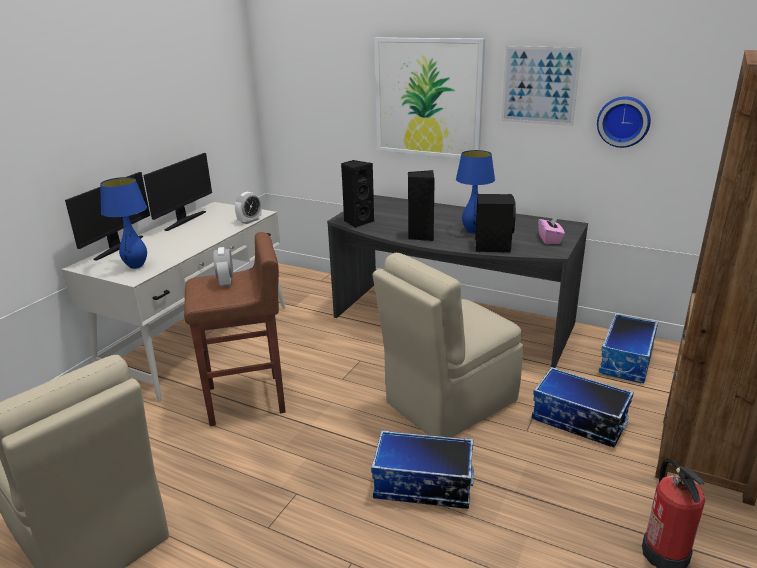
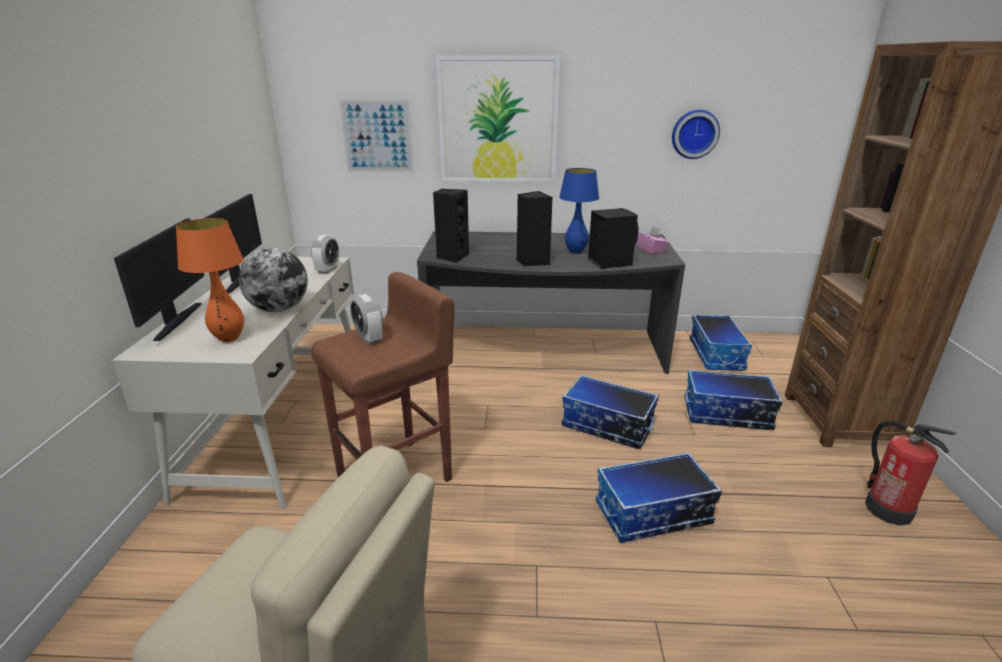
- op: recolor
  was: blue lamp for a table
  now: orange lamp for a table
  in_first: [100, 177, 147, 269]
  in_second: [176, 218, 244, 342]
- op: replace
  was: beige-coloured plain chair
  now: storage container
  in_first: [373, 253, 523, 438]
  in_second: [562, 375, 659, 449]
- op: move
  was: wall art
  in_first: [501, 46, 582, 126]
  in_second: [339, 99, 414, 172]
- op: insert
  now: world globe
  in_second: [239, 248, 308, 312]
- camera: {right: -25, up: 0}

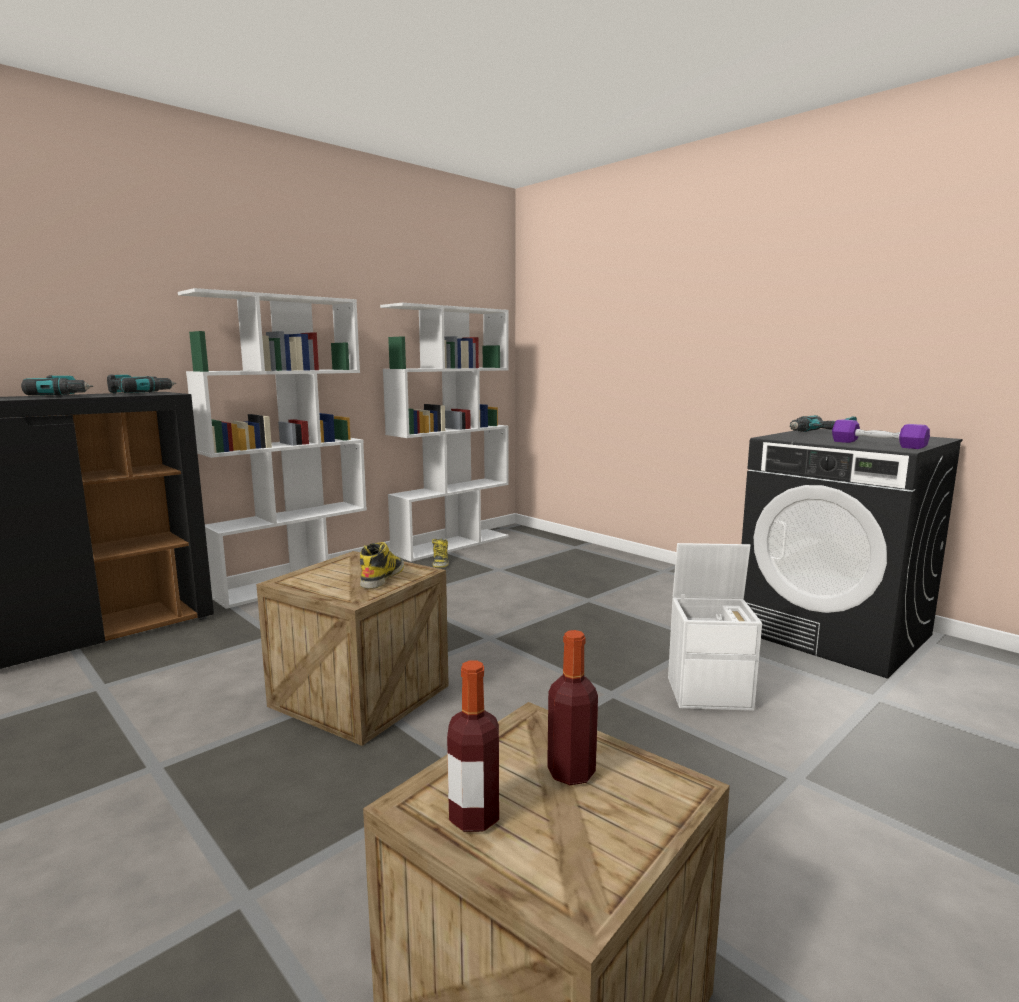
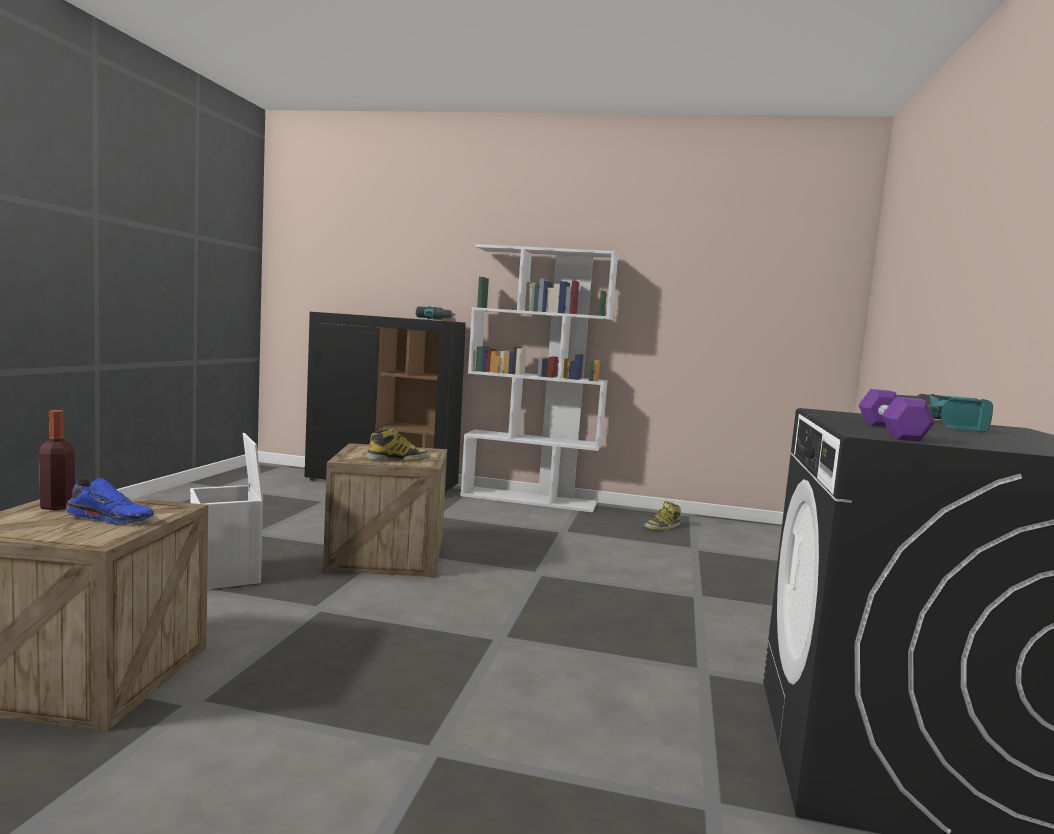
- op: delete
  was: electric drill
  in_first: [21, 375, 93, 395]
- op: delete
  was: white bookshelf
  in_first: [380, 303, 509, 562]
- op: replace
  was: bottle
  now: blue item of footwear
  in_first: [547, 630, 598, 785]
  in_second: [65, 478, 154, 525]
- op: move
  was: white storage container
  in_first: [668, 543, 762, 711]
  in_second: [190, 433, 263, 590]
- camera: {right: 55, up: -5}

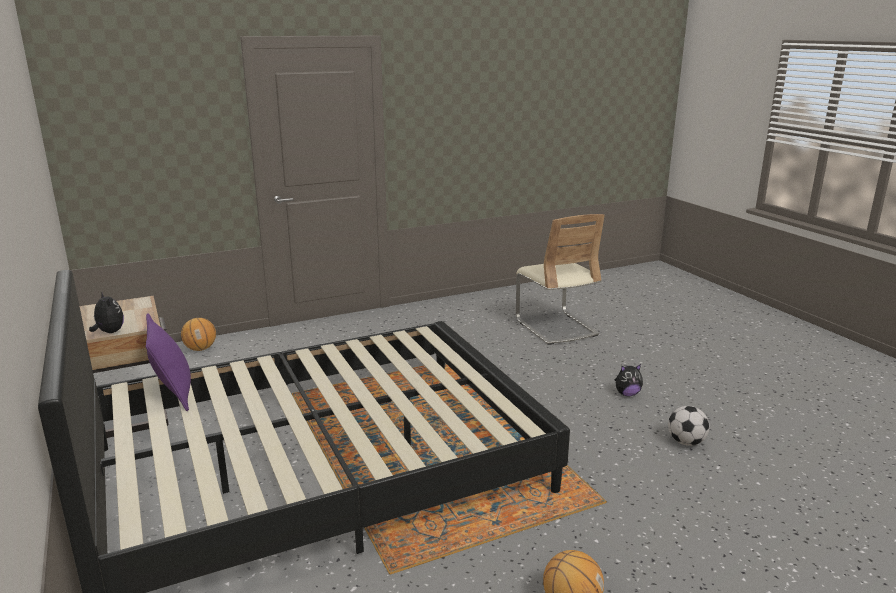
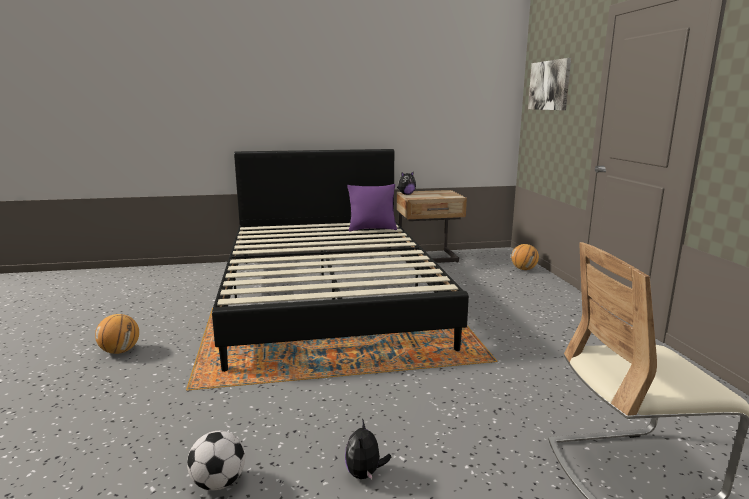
- op: insert
  now: wall art
  in_second: [528, 58, 571, 110]
- camera: {right: 105, up: -5}

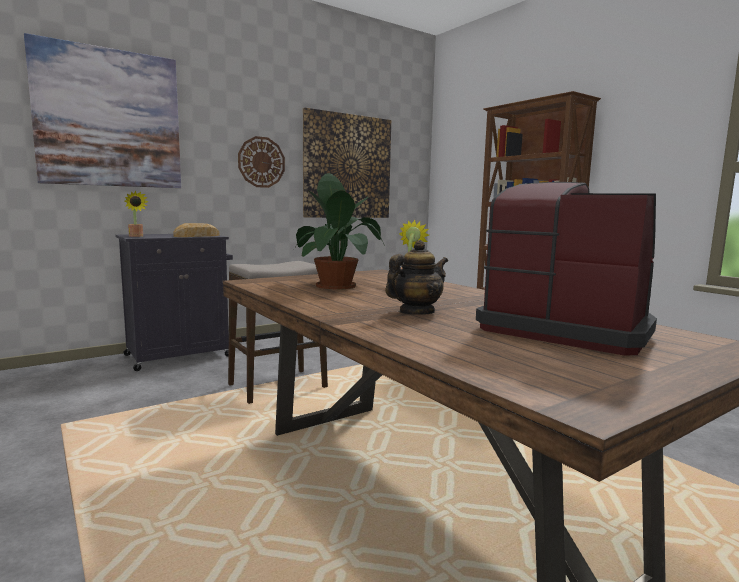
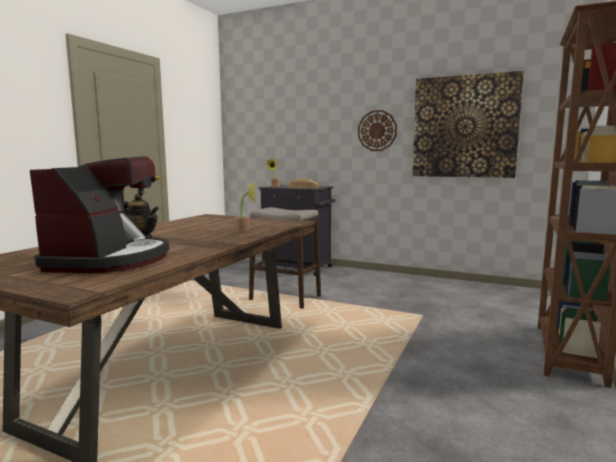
- op: delete
  was: wall art
  in_first: [24, 33, 181, 188]
- op: delete
  was: houseplant
  in_first: [294, 173, 385, 289]
- camera: {right: 60, up: 0}

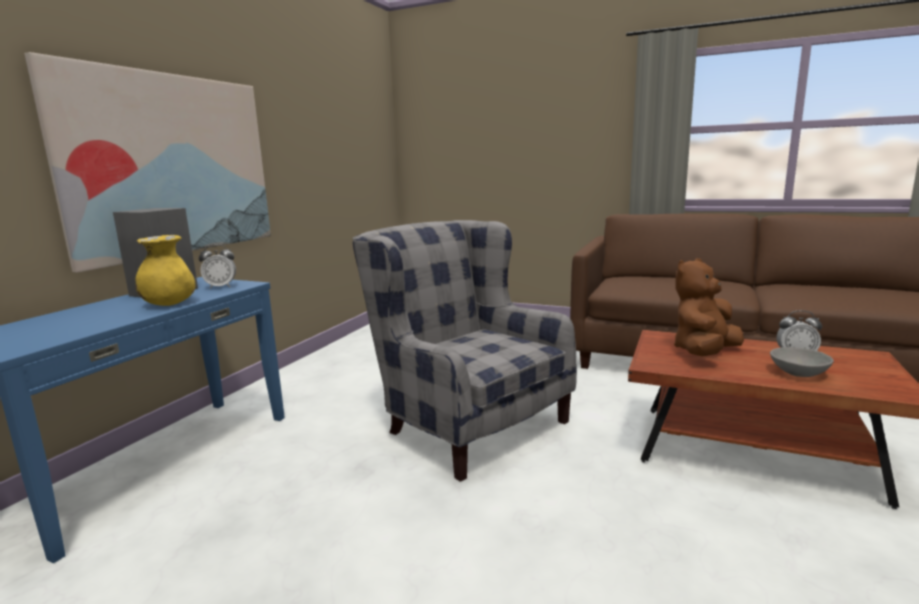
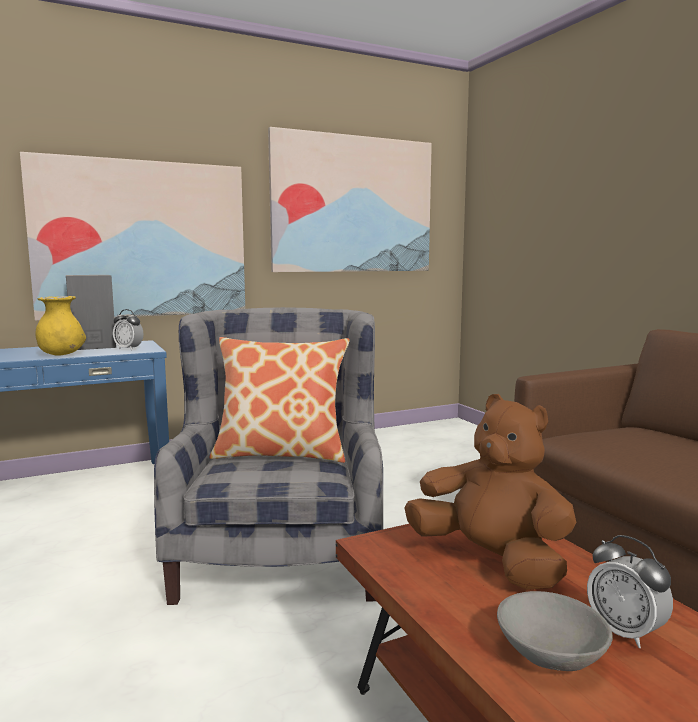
- op: rotate
  was: brown-coloured plush toy
  in_first: [674, 258, 744, 356]
  in_second: [404, 394, 577, 590]
  clockwise: 45
- op: insert
  now: pillow
  in_second: [209, 337, 350, 463]
- op: insert
  now: wall art
  in_second: [268, 127, 432, 272]
- camera: {right: 40, up: -5}

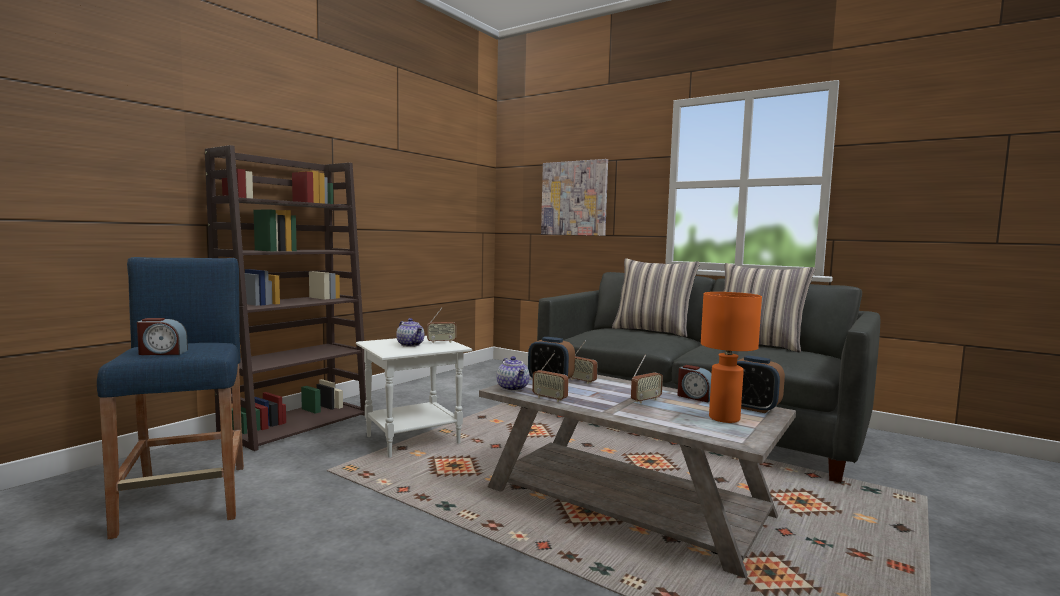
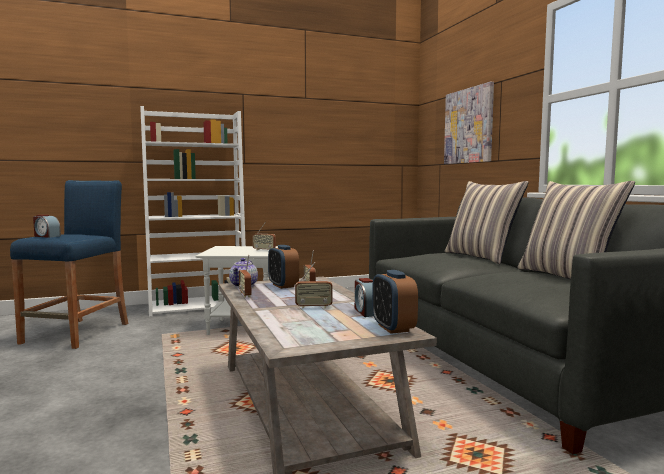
- op: recolor
  was: brown-coloured bookshelf
  now: white bookshelf
  in_first: [205, 145, 366, 451]
  in_second: [140, 106, 246, 317]
- op: delete
  was: tea pot
  in_first: [396, 318, 424, 347]
- op: delete
  was: orange lamp for a table
  in_first: [701, 292, 762, 423]
- camera: {right: 35, up: 0}

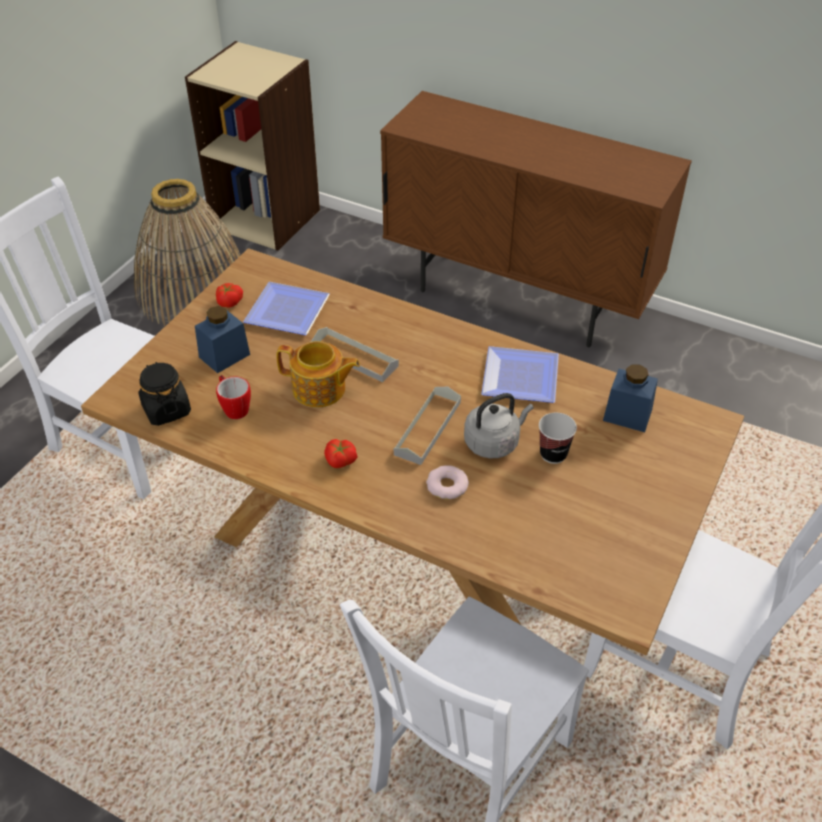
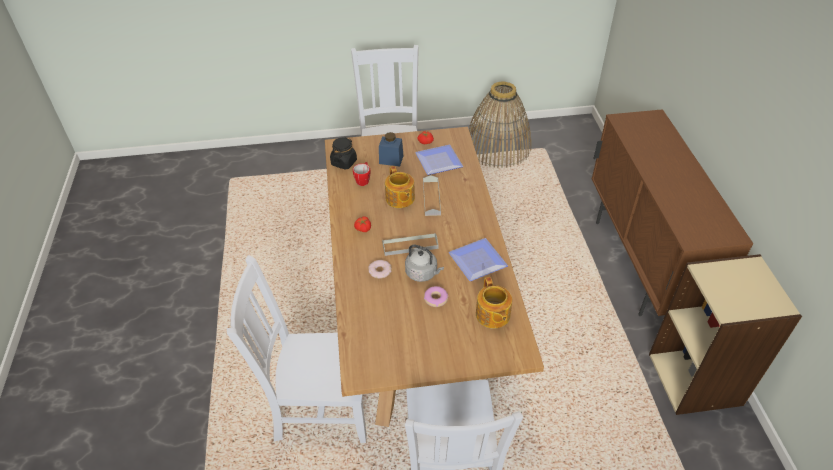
- op: move
  was: beige-coloured bookshelf
  in_first: [185, 41, 320, 251]
  in_second: [649, 254, 802, 415]
- op: replace
  was: drinking cup
  now: doughnut
  in_first: [539, 413, 577, 464]
  in_second: [424, 286, 448, 307]
- op: replace
  was: blue jar
  now: tea pot
  in_first: [603, 365, 658, 432]
  in_second: [476, 276, 512, 329]
- camera: {right: 55, up: 0}

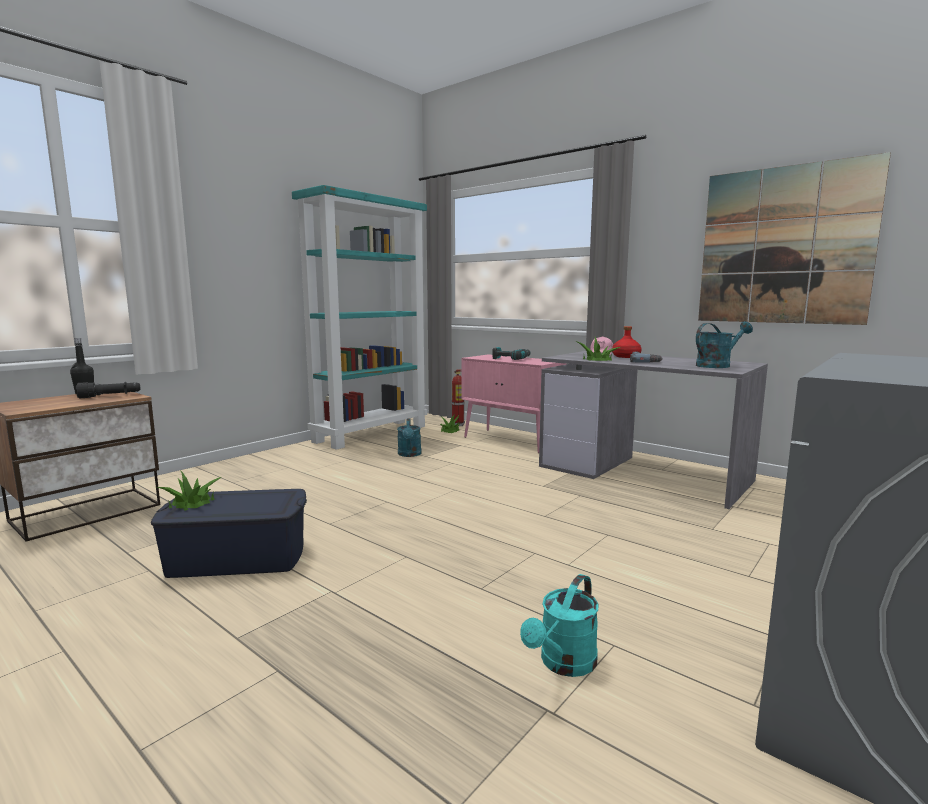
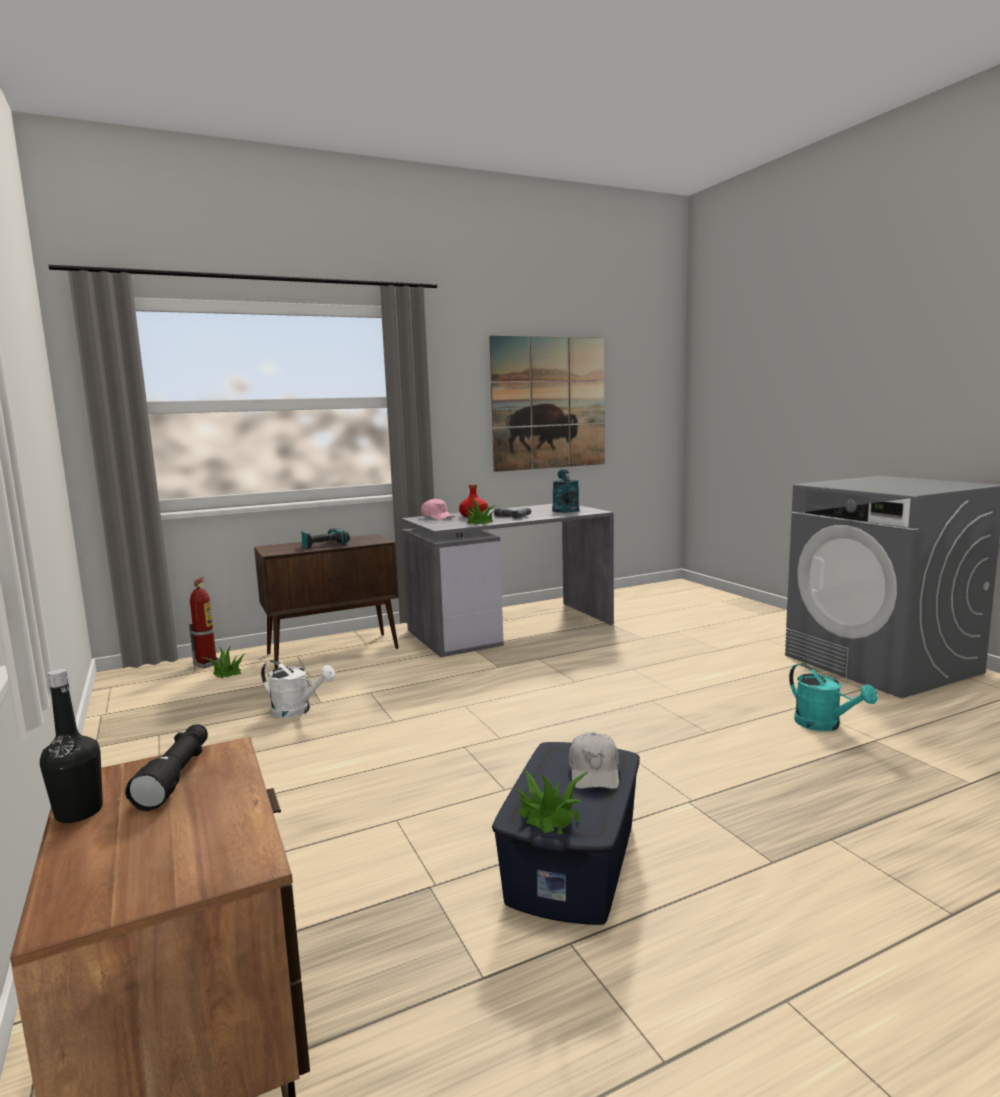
- op: delete
  was: turquoise-coloured bookshelf
  in_first: [292, 185, 427, 450]
- op: recolor
  was: turquoise-coloured sprinkling can
  now: white sprinkling can
  in_first: [397, 418, 422, 457]
  in_second: [261, 660, 336, 718]
- op: recolor
  was: pinkish cabinet
  now: brown-coloured cabinet
  in_first: [461, 354, 566, 453]
  in_second: [254, 534, 399, 669]
- op: insert
  now: white cap
  in_second: [568, 732, 619, 789]
- camera: {right: -65, up: 0}

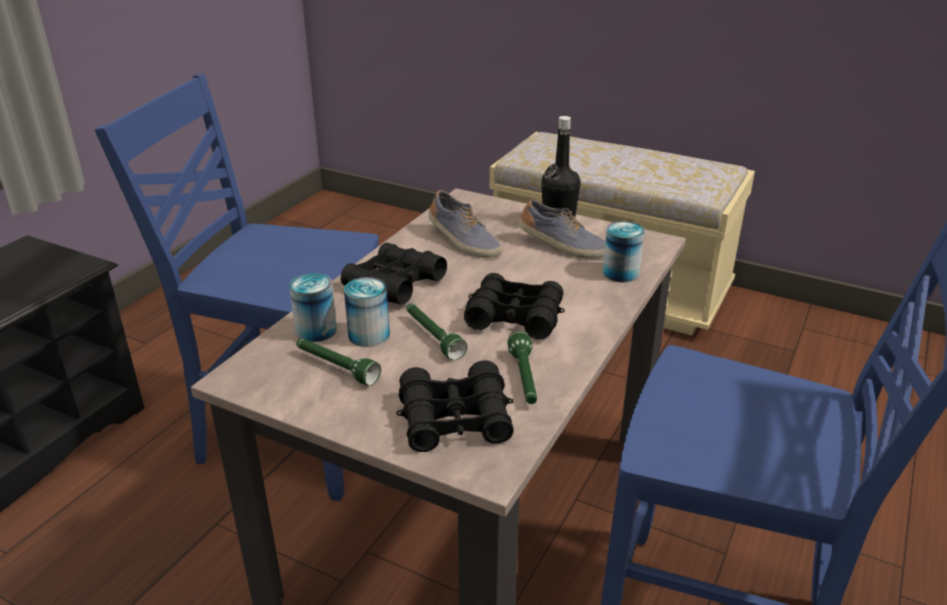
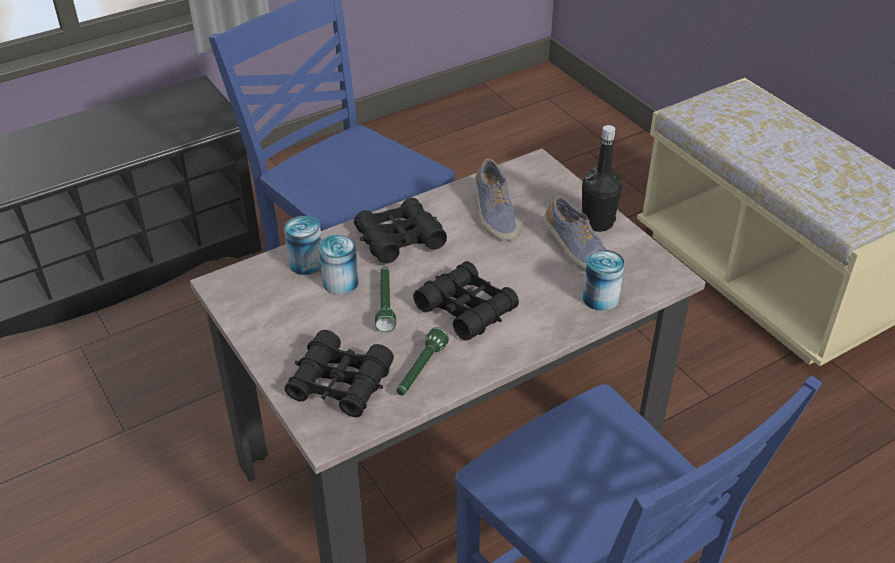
- op: delete
  was: green-coloured hand torch
  in_first: [296, 338, 381, 386]
- camera: {right: 30, up: 10}

